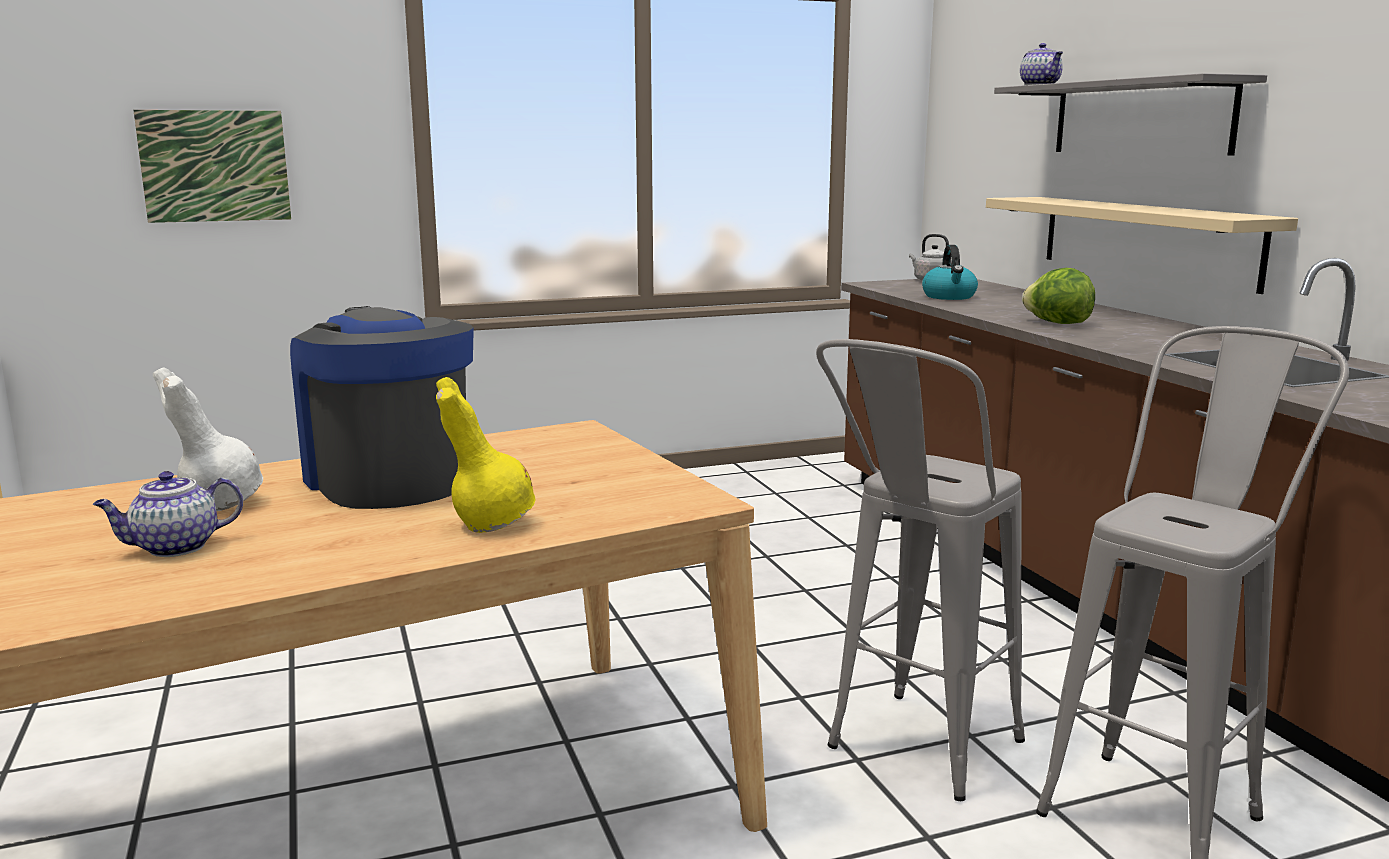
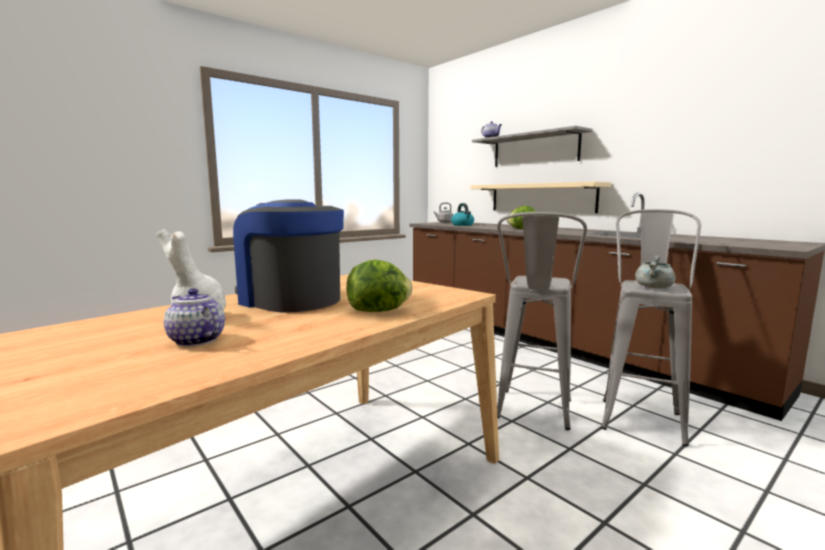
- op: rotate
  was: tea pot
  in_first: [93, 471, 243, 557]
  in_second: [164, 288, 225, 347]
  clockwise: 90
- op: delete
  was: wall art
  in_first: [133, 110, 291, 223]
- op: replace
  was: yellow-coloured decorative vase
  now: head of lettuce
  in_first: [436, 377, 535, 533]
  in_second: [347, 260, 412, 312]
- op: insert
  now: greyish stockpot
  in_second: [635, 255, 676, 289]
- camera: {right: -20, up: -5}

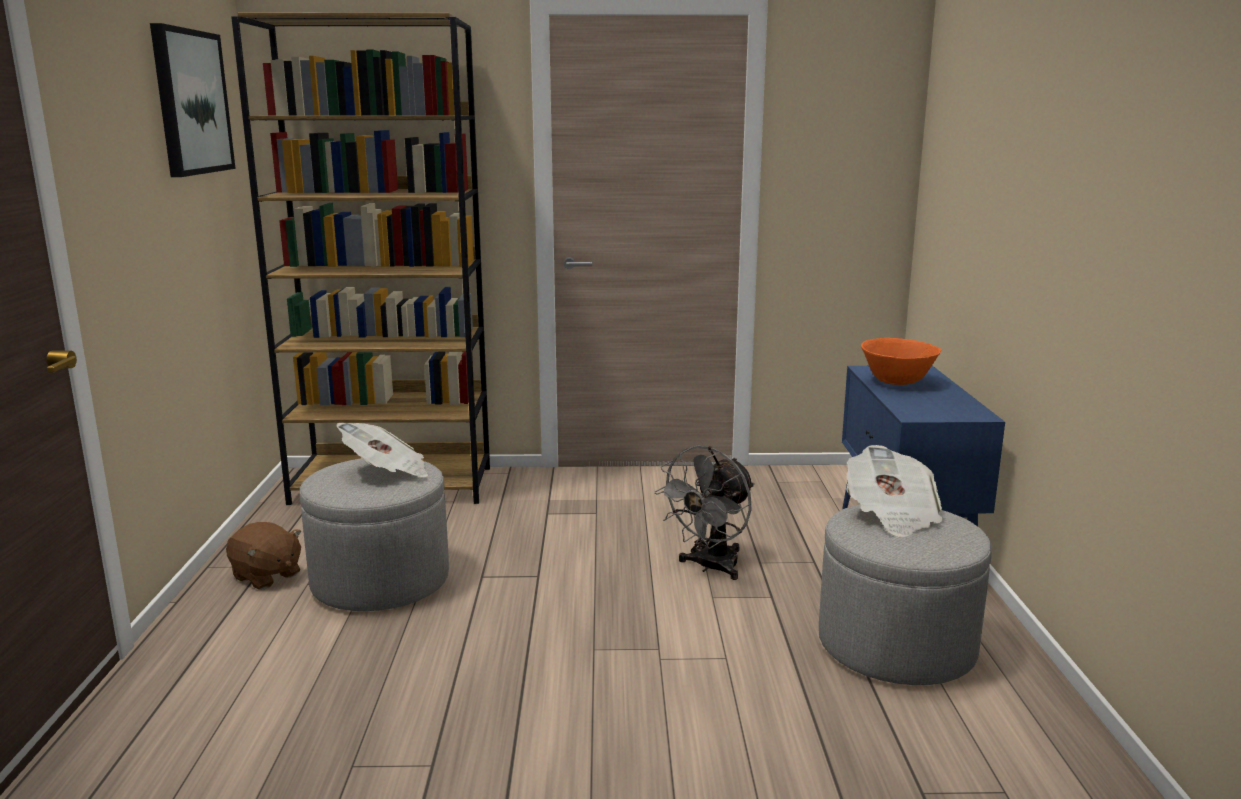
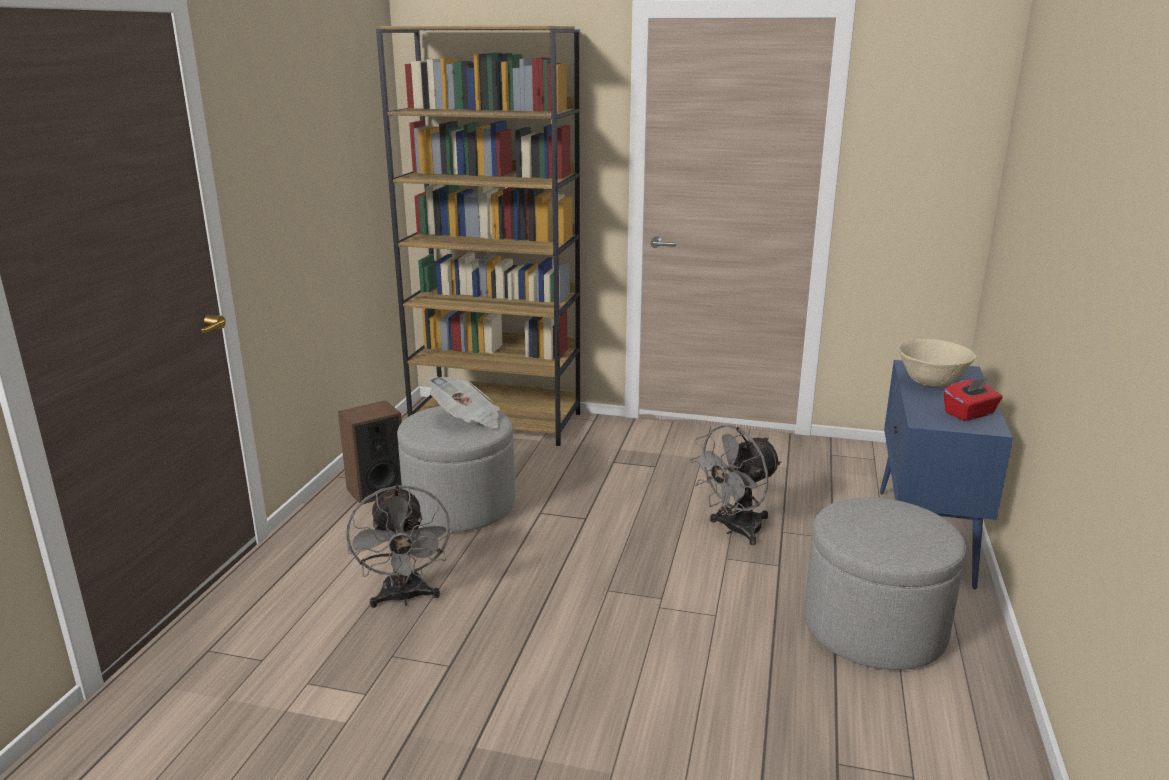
- op: delete
  was: wall art
  in_first: [150, 23, 236, 177]
- op: replace
  was: brown-coloured plush toy
  now: audio speaker
  in_first: [226, 522, 302, 590]
  in_second: [338, 400, 402, 504]
- op: delete
  was: daily paper
  in_first: [846, 445, 943, 537]
- op: recolor
  was: orange serving bowl
  now: beige-coloured serving bowl
  in_first: [861, 338, 942, 385]
  in_second: [898, 339, 976, 387]
- op: insert
  now: greyish cooling fan
  in_second: [347, 485, 452, 608]
- op: insert
  now: red-coloured tissue holder
  in_second: [944, 378, 1003, 421]
- camera: {right: 15, up: 5}

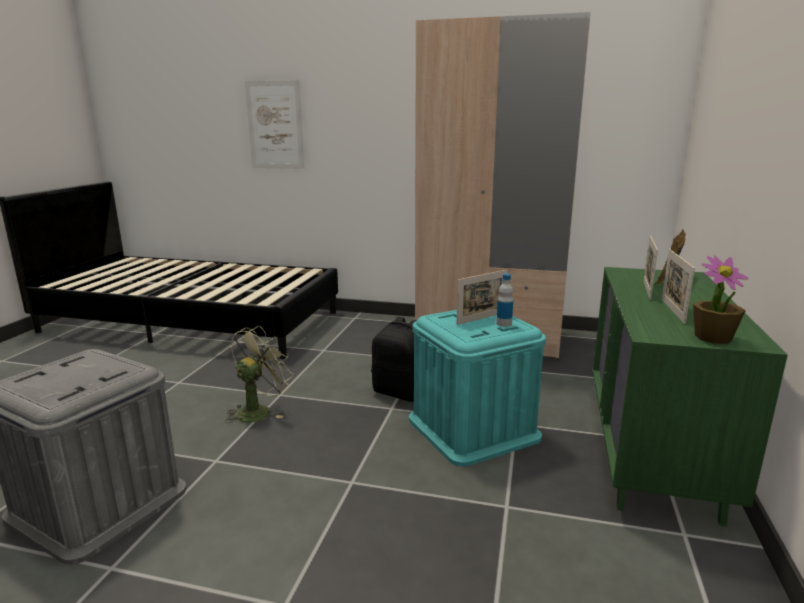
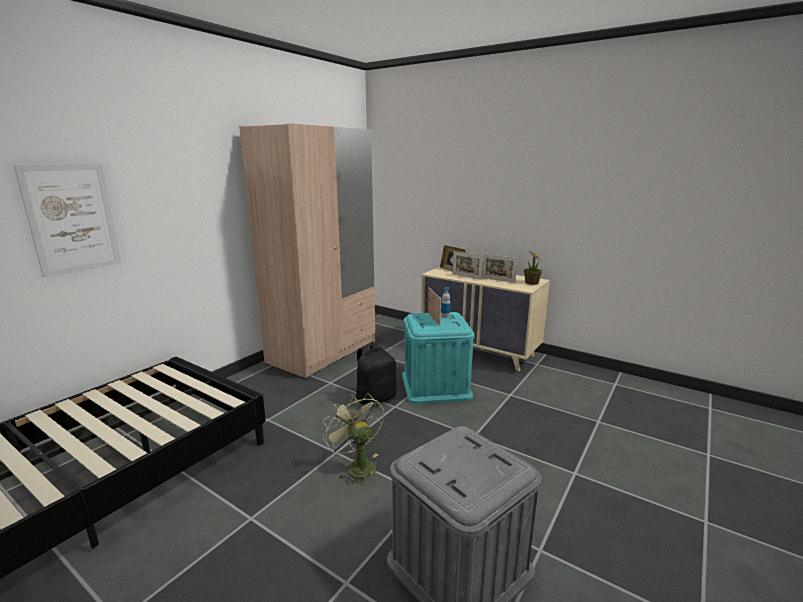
- op: recolor
  was: green-coloured chest of drawers
  now: beige-coloured chest of drawers
  in_first: [593, 267, 788, 527]
  in_second: [421, 267, 550, 371]
- camera: {right: -70, up: 0}

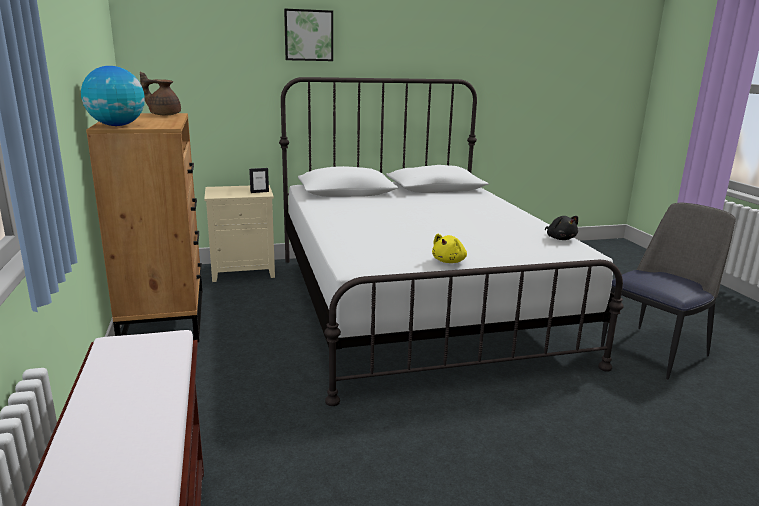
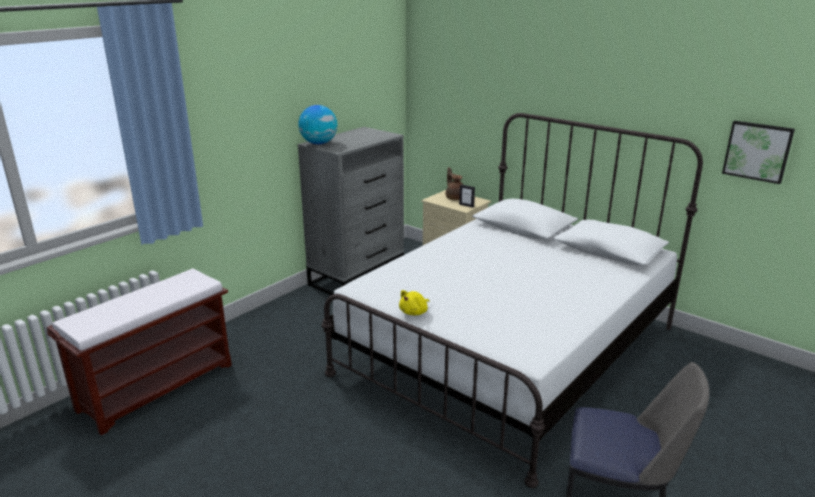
- op: recolor
  was: brown-coloured chest of drawers
  now: greyish chest of drawers
  in_first: [86, 113, 203, 342]
  in_second: [298, 127, 404, 295]
- op: move
  was: brown-coloured tea pot
  in_first: [140, 72, 181, 115]
  in_second: [446, 167, 463, 200]
- op: move
  was: wall art
  in_first: [284, 9, 333, 61]
  in_second: [722, 121, 795, 184]
- op: rotate
  was: yellow-coloured plush toy
  in_first: [432, 234, 467, 263]
  in_second: [399, 290, 430, 315]
  clockwise: -45
- op: delete
  was: black plush toy
  in_first: [545, 216, 578, 240]
- camera: {right: 55, up: 5}

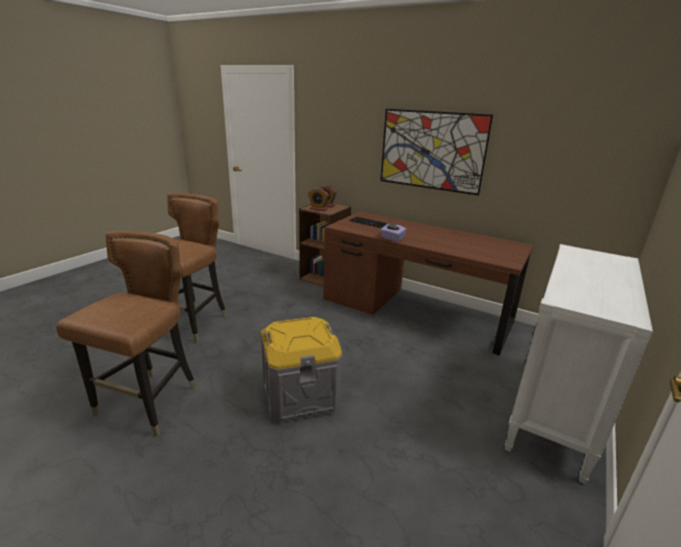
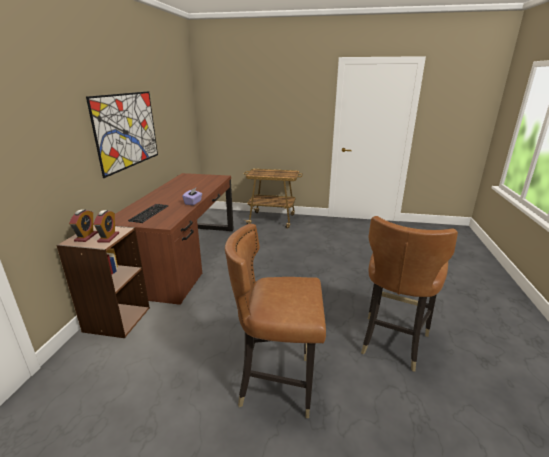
- op: rotate
  was: brown-coloured plain chair
  in_first: [56, 231, 197, 436]
  in_second: [361, 216, 458, 371]
  clockwise: -60
- op: delete
  was: greyish storage container
  in_first: [261, 317, 342, 423]
- op: replace
  was: white chest of drawers
  now: wheeled cart
  in_first: [505, 244, 653, 484]
  in_second: [244, 169, 303, 229]
- camera: {right: -110, up: 0}

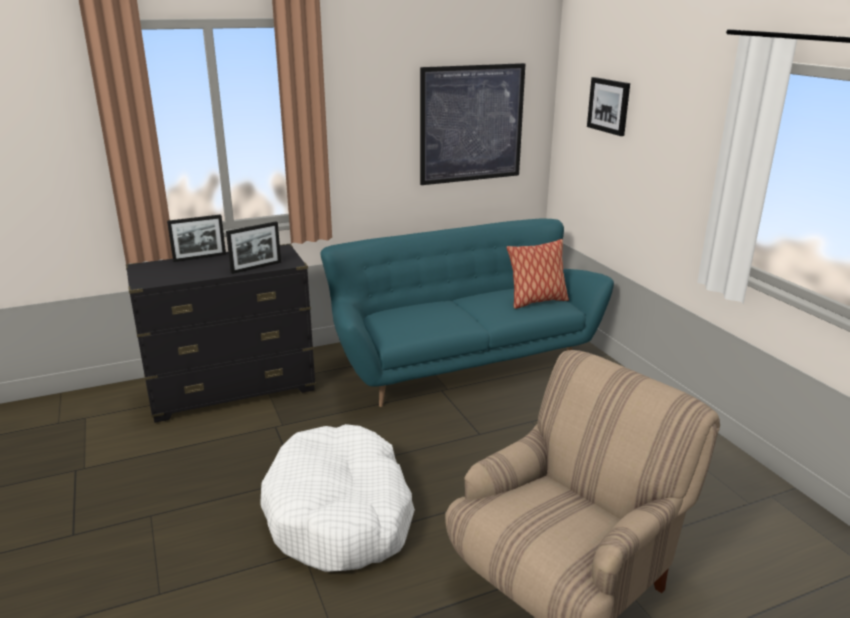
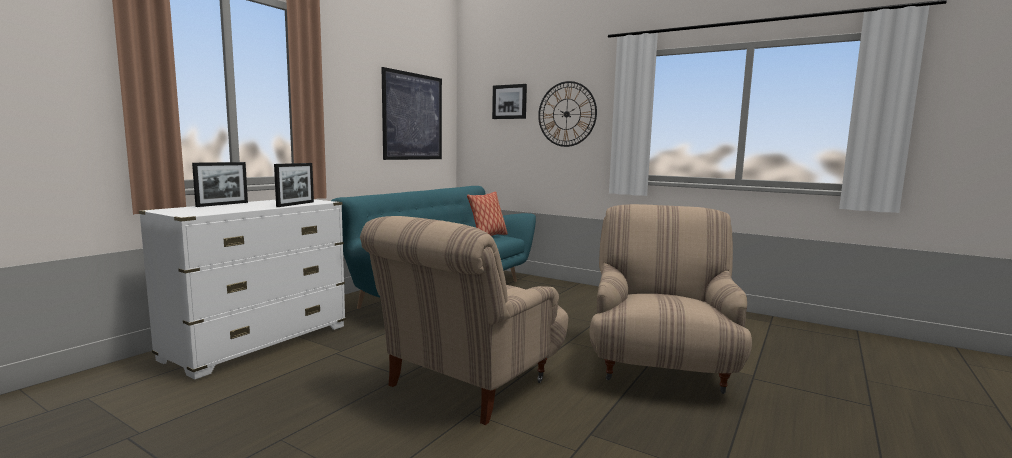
- op: recolor
  was: black chest of drawers
  now: white chest of drawers
  in_first: [126, 244, 316, 423]
  in_second: [139, 199, 346, 379]
- op: replace
  was: white dog cushion
  now: beige-coloured armchair
  in_first: [260, 424, 415, 572]
  in_second: [360, 216, 568, 425]
- op: insert
  now: wall clock
  in_second: [538, 81, 597, 147]
- camera: {right: -35, up: -15}

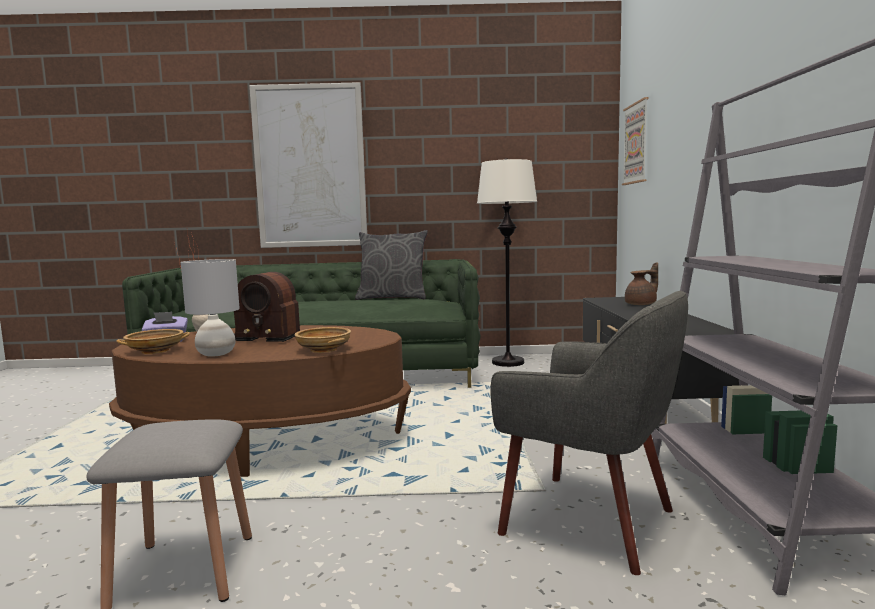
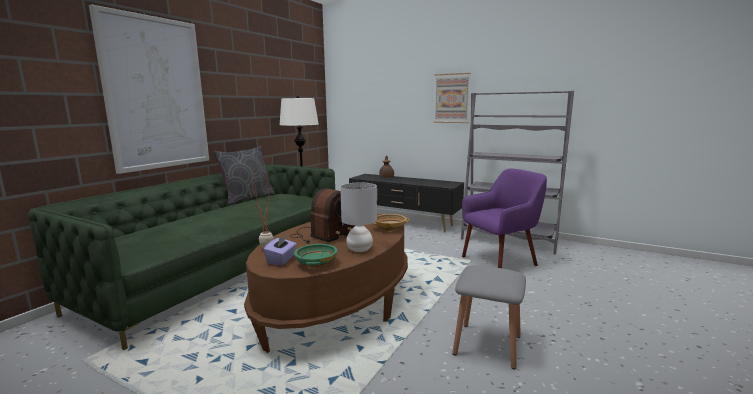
- op: recolor
  was: beige-coloured serving bowl
  now: green-coloured serving bowl
  in_first: [117, 329, 190, 354]
  in_second: [294, 244, 338, 268]
- op: recolor
  was: greyish armchair
  now: purple armchair
  in_first: [490, 291, 688, 575]
  in_second: [462, 168, 547, 268]
- op: move
  was: wall art
  in_first: [622, 97, 649, 185]
  in_second: [434, 73, 471, 123]
- camera: {right: -60, up: 5}

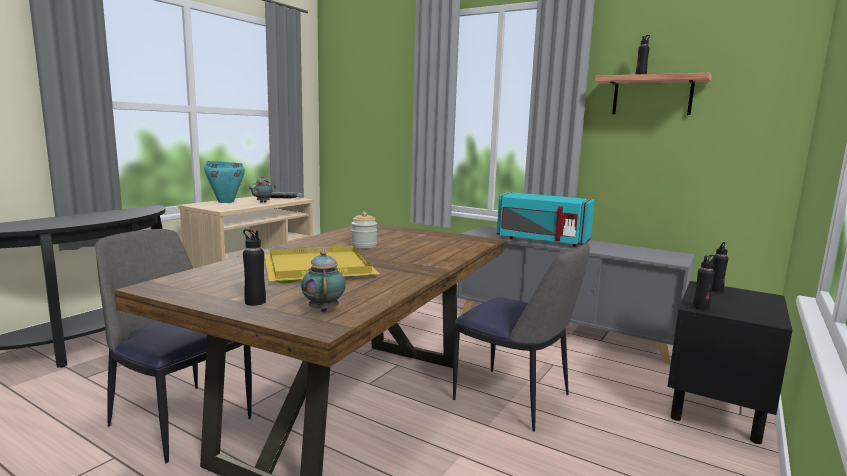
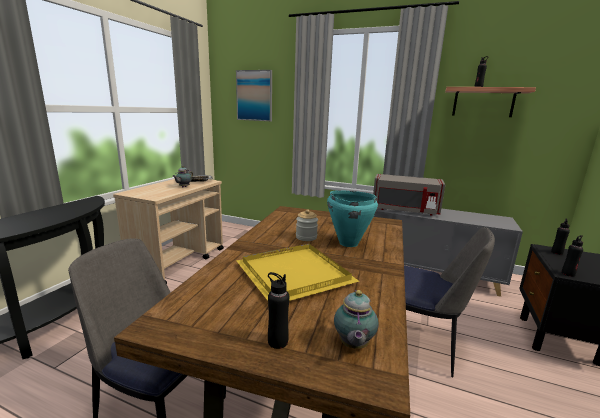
- op: move
  was: turquoise-coloured stockpot
  in_first: [204, 161, 245, 203]
  in_second: [327, 190, 378, 247]
- op: rotate
  was: tea pot
  in_first: [301, 251, 346, 312]
  in_second: [334, 290, 378, 349]
  clockwise: -150
- op: recolor
  was: turquoise-coloured microwave
  now: greyish microwave
  in_first: [497, 192, 595, 247]
  in_second: [373, 174, 445, 215]
- op: insert
  now: wall art
  in_second: [236, 70, 272, 121]
- camera: {right: -10, up: 5}

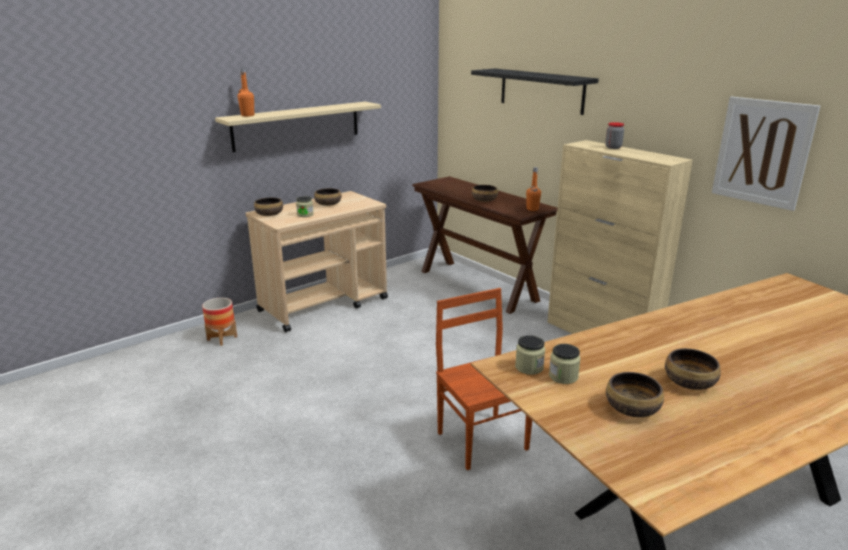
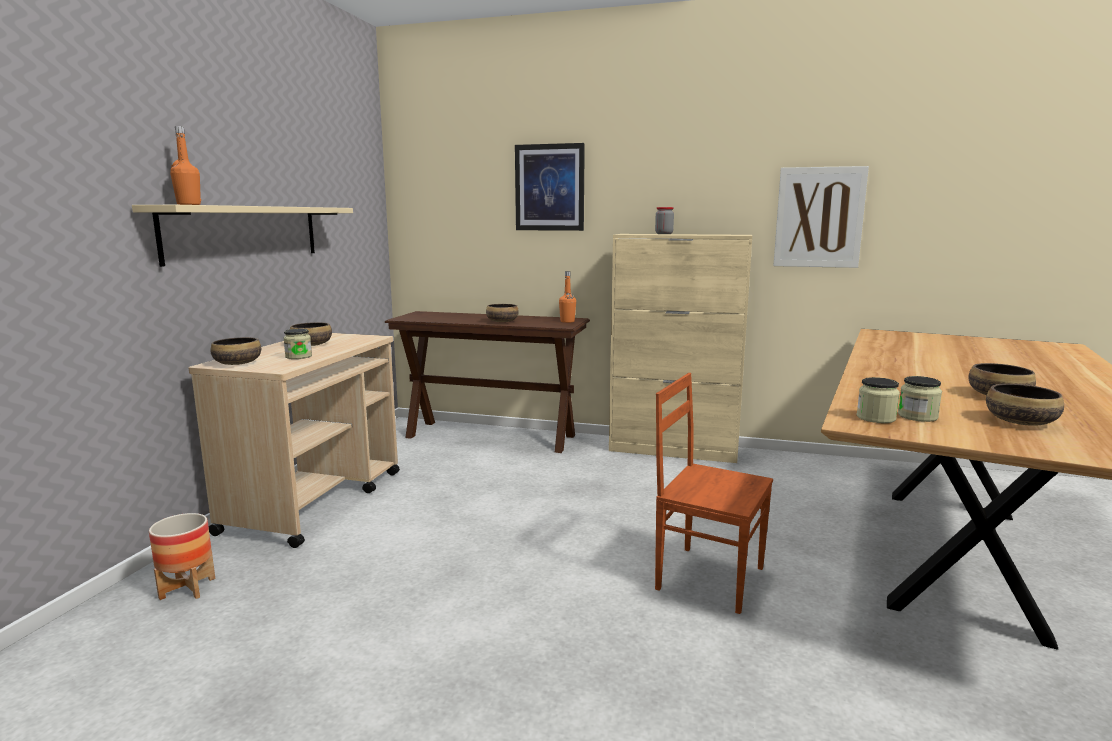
- op: replace
  was: black shelf
  now: wall art
  in_first: [471, 68, 599, 115]
  in_second: [515, 143, 585, 231]
- camera: {right: -35, up: -10}

